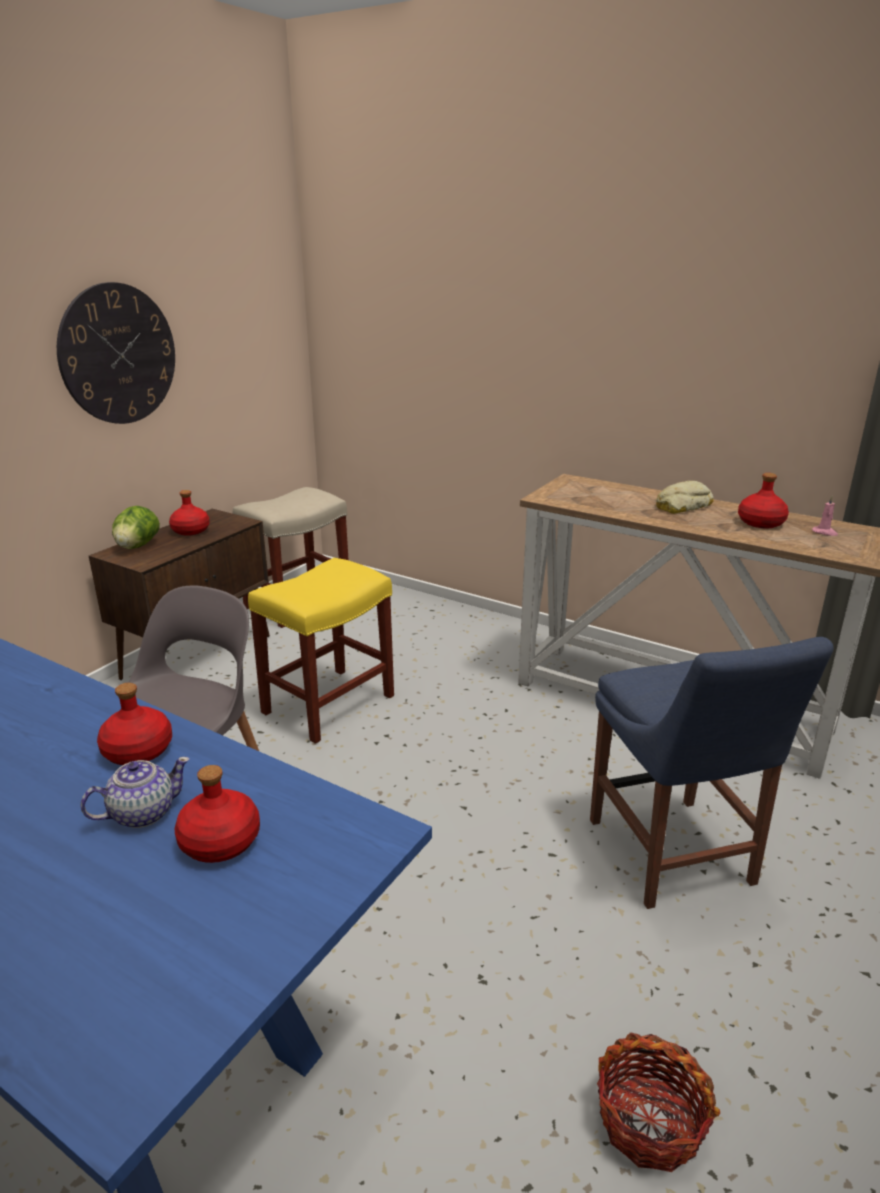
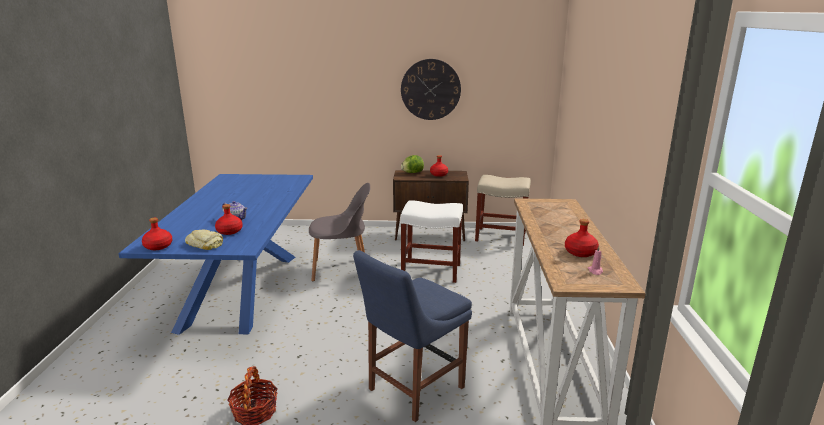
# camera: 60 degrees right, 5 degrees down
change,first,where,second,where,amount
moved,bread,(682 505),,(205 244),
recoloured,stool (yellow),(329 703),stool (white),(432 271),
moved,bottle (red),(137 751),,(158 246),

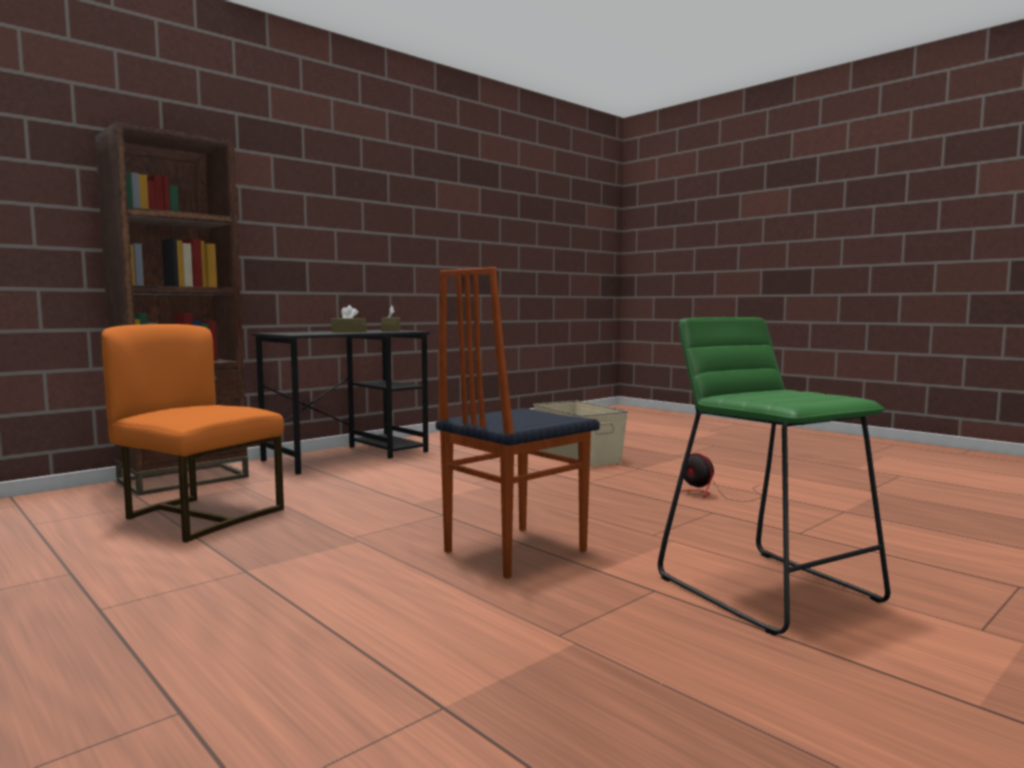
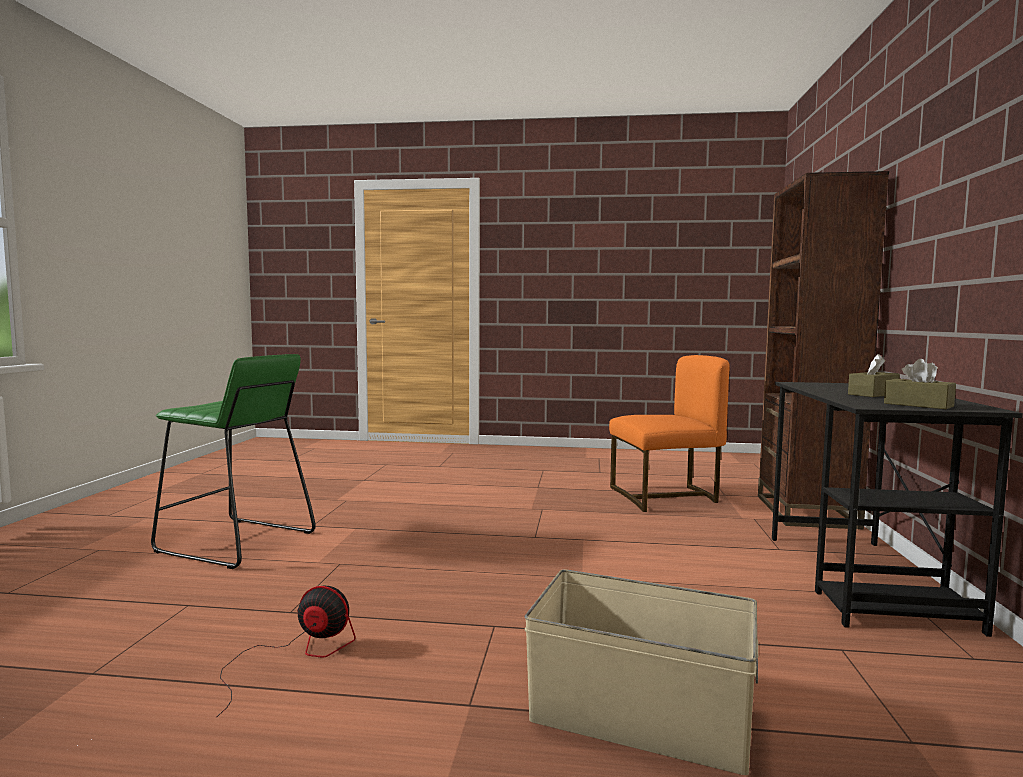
# camera: 140 degrees right, 0 degrees up
change,first,where,second,where,amount
removed,chair,(512 551),,,

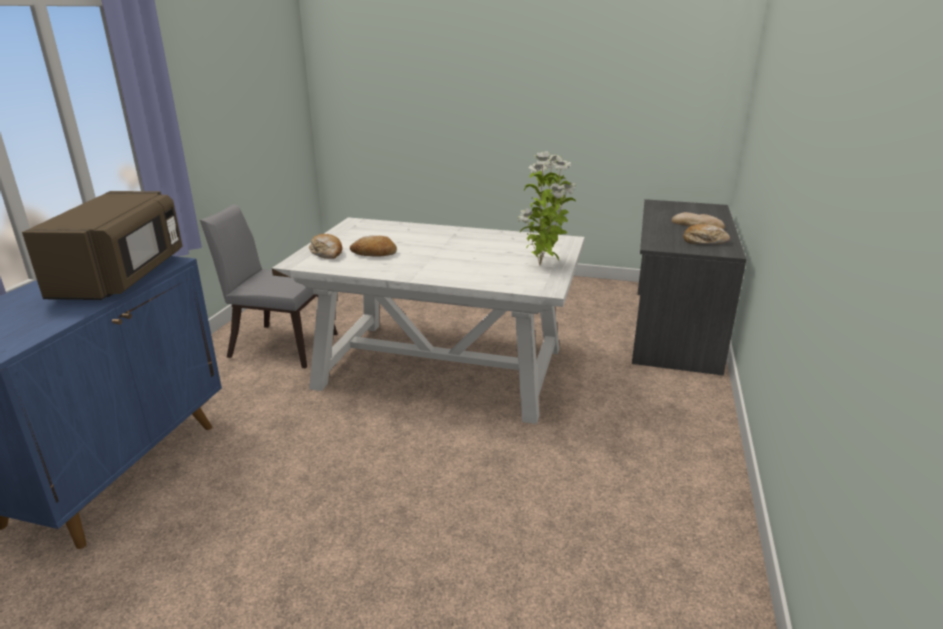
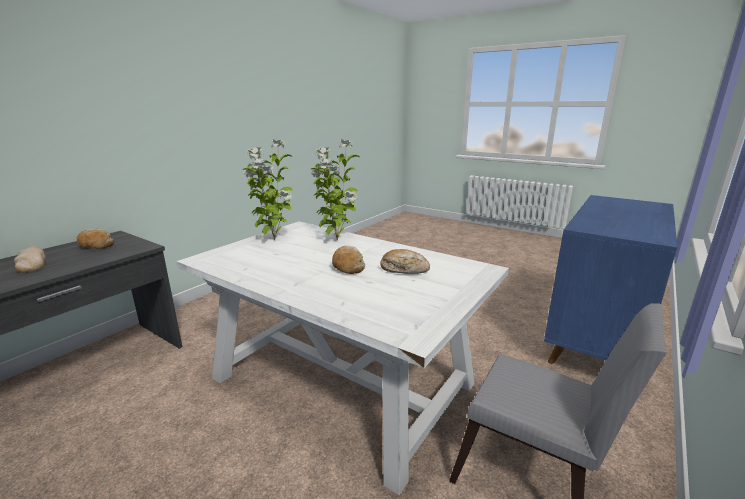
# camera: 160 degrees left, 5 degrees down
change,first,where,second,where,amount
removed,microwave (brown),(122 277),,,
moved,bread,(327 253),,(348 266),
added,,,potted plant,(335 240),

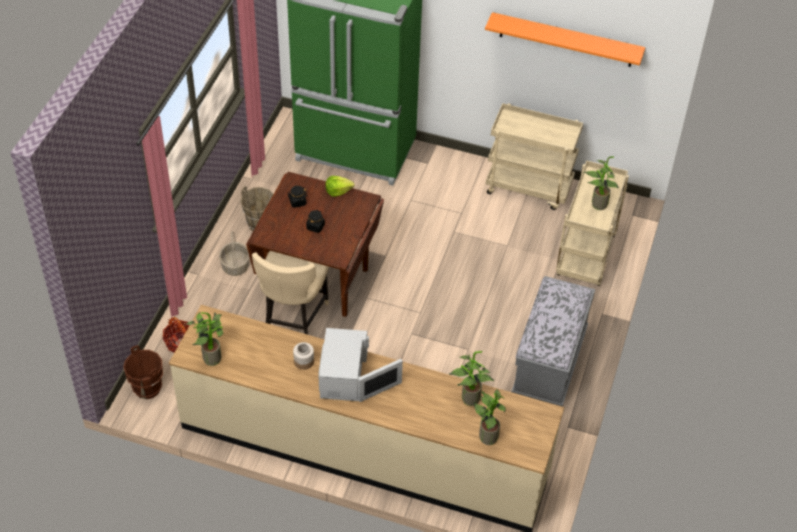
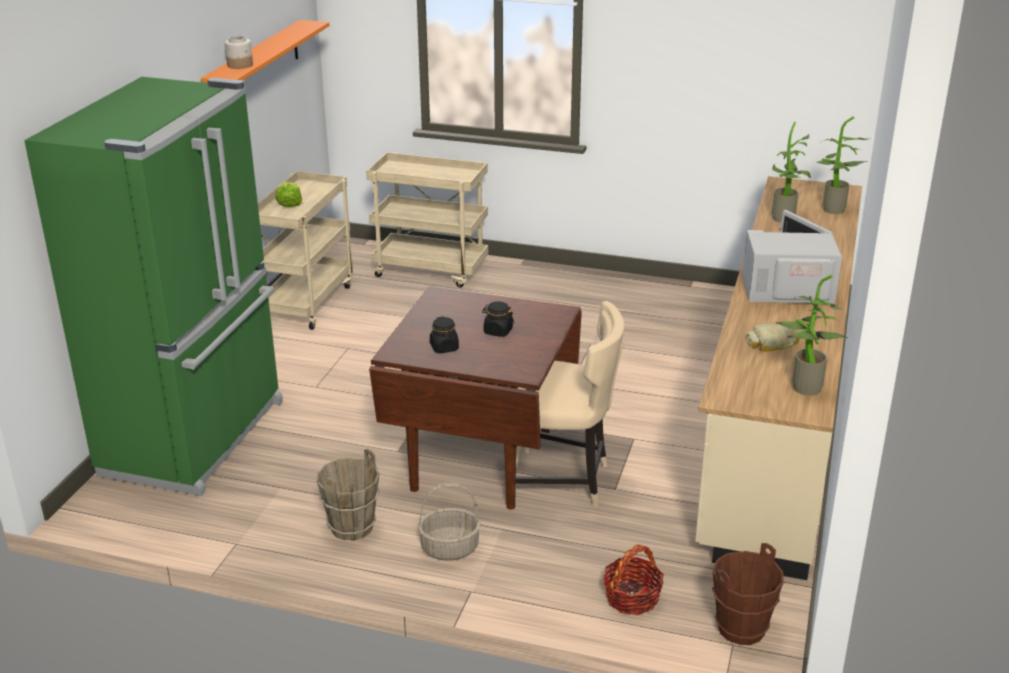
# camera: 90 degrees left, 20 degrees down
change,first,where,second,where,amount
removed,potted plant,(597 205),,,
moved,lettuce,(338 191),,(289 203),
removed,bench (grey),(549 362),,,
moved,jar,(304 362),,(240 65),
added,,,bread,(772 343),

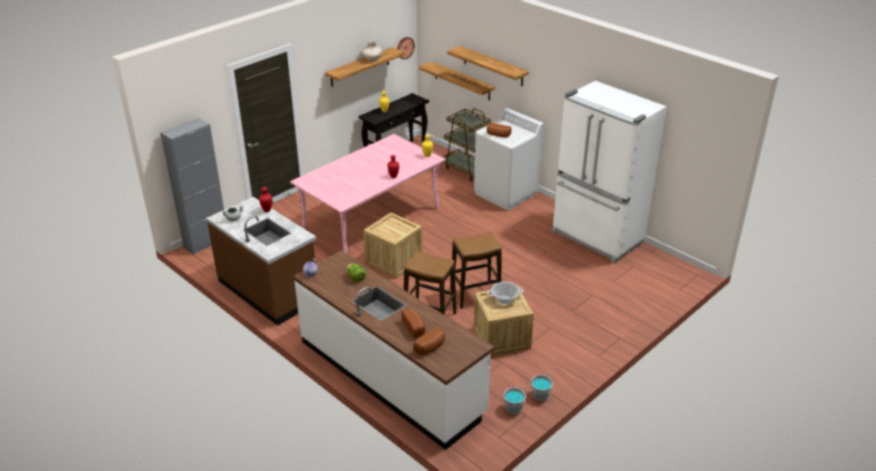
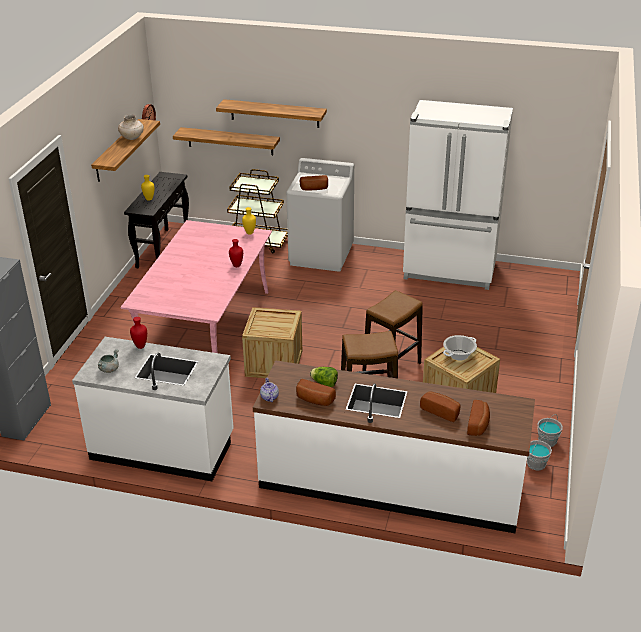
# camera: 30 degrees left, 0 degrees up
change,first,where,second,where,amount
recoloured,counter (brown),(269 290),counter (white),(163 446),
added,,,bread,(314 400),

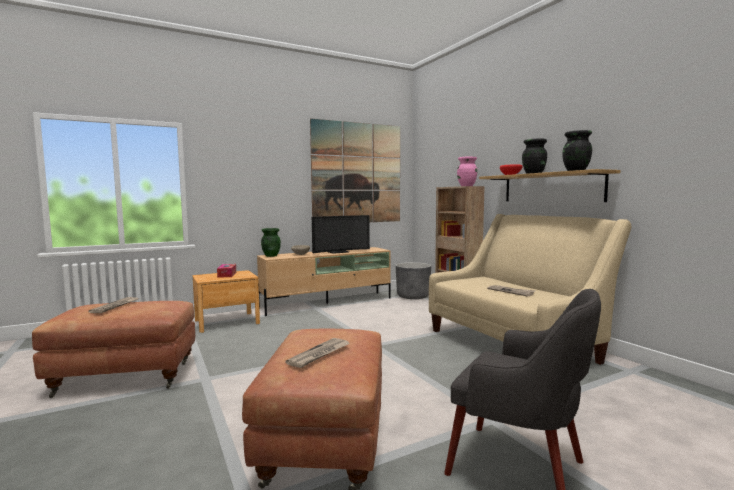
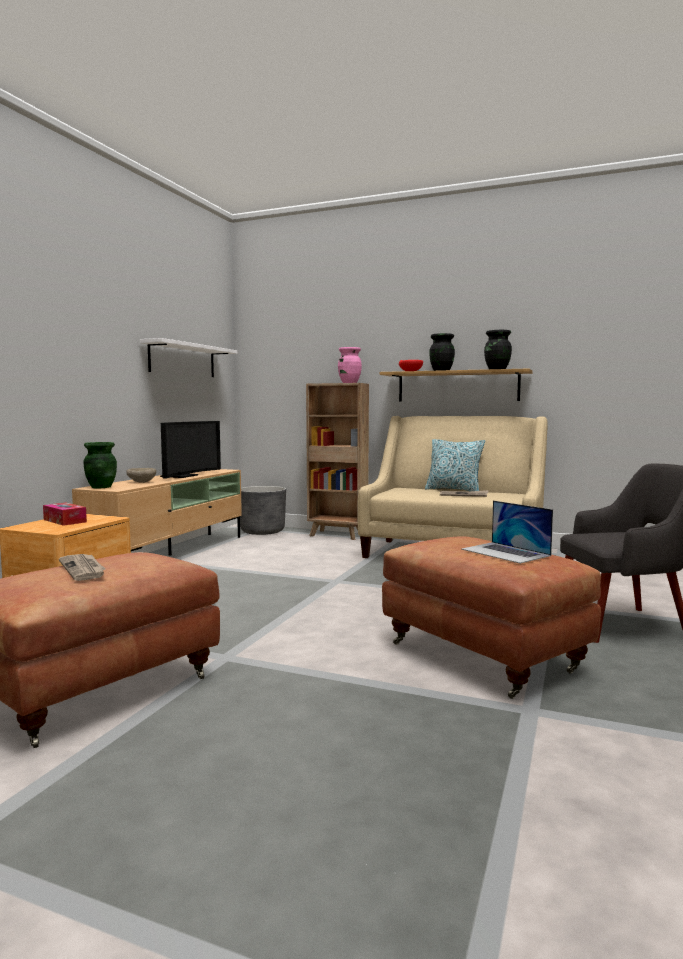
# camera: 40 degrees left, 0 degrees up
change,first,where,second,where,amount
replaced,picture,(357 173),shelf (white),(182 360),
replaced,newspaper,(319 354),laptop,(505 552),
added,,,pillow,(454 490),

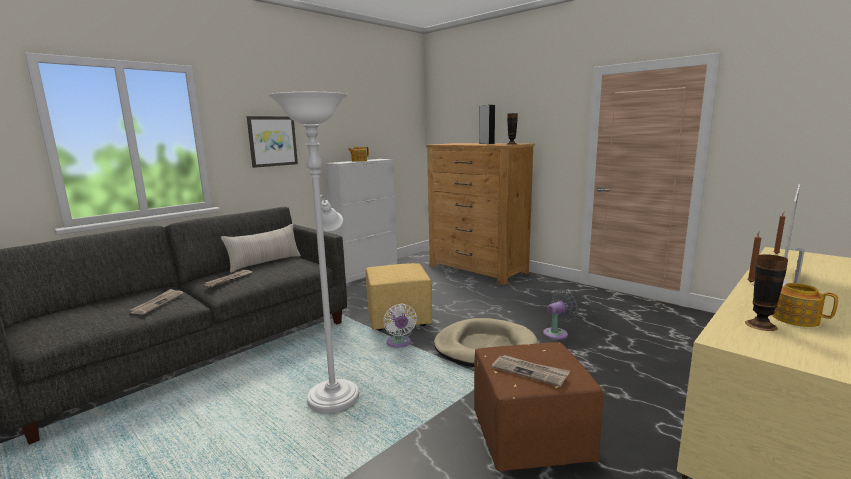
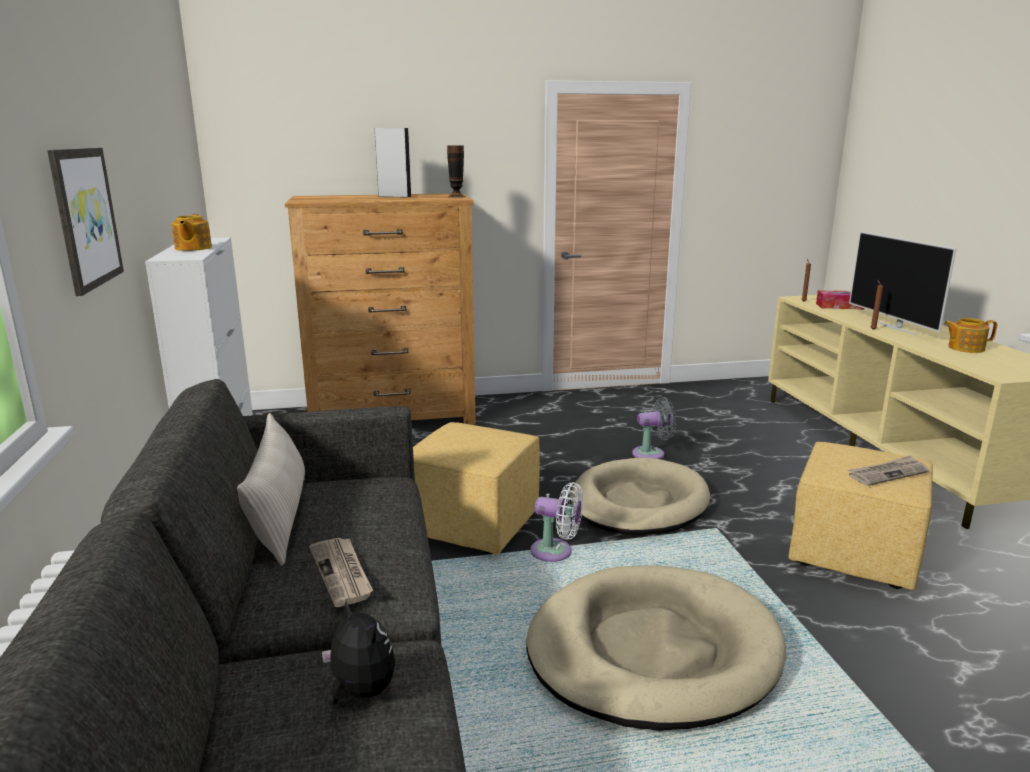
# camera: 55 degrees left, 5 degrees up
change,first,where,second,where,amount
replaced,floor lamp (white),(334 393),dog bed (beige),(652 651),
removed,vase,(761 325),,,
replaced,newspaper,(158 303),plush toy,(360 691),
turned,fan (grey),(557 333),,(652 454),75 degrees clockwise
recoloured,ottoman (brown),(530 438),ottoman (yellow),(851 554),
added,,,tissue box,(839 306),

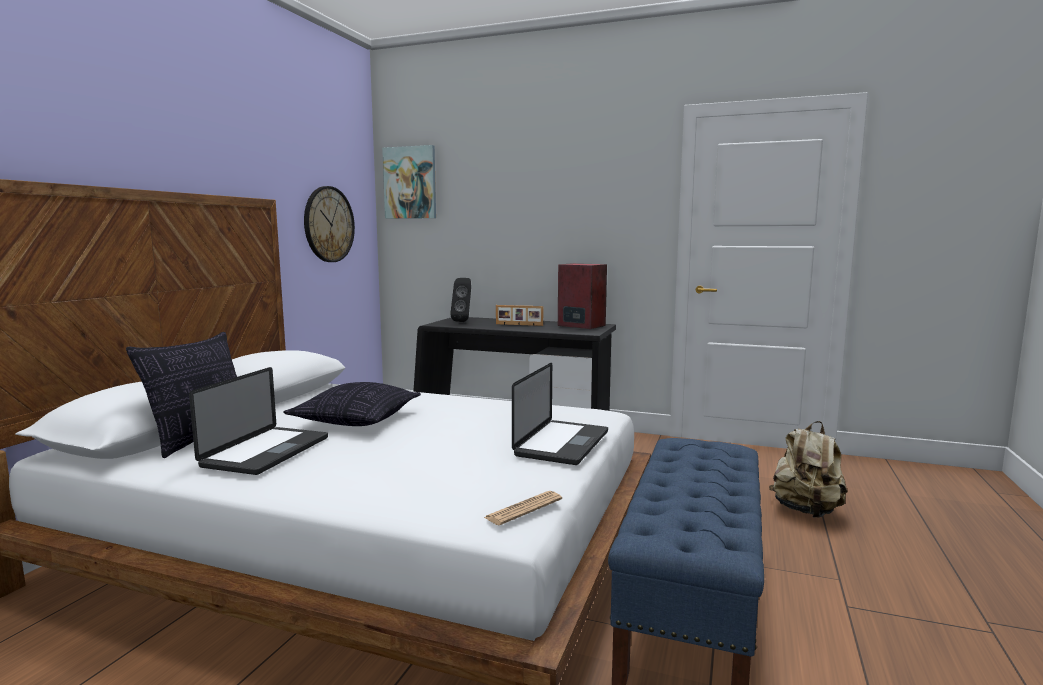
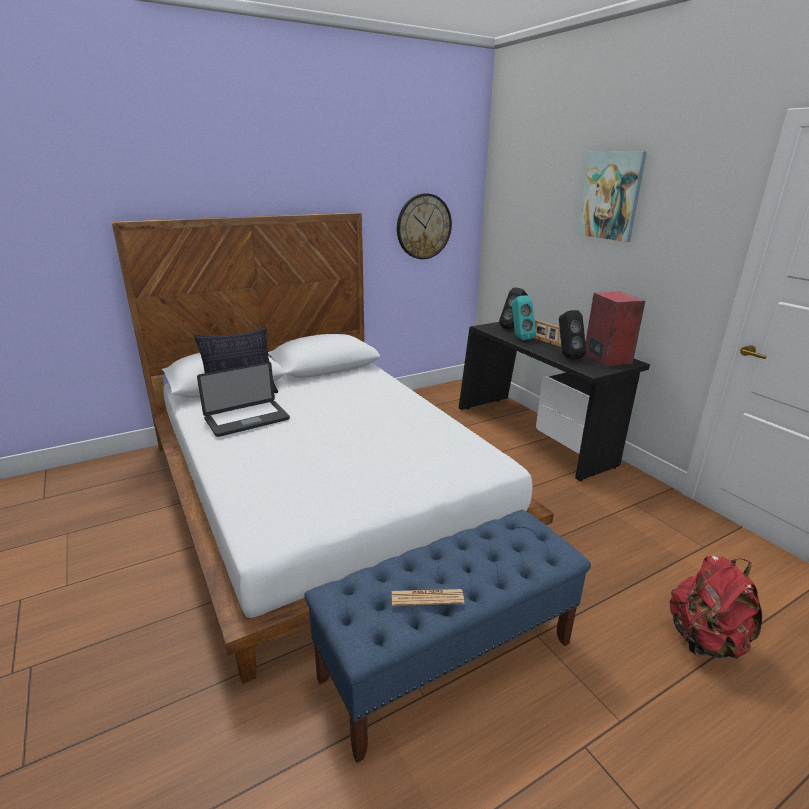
# camera: 40 degrees right, 15 degrees up
change,first,where,second,where,amount
moved,picture,(410 183),,(611 196),
removed,laptop,(562 443),,,
removed,pillow,(357 420),,,
recoloured,backpack (beige),(806 511),backpack (red),(704 640),
moved,newspaper,(524 509),,(427 598),
added,,,speaker (turquoise),(519 338),
added,,,speaker (black),(566 356),

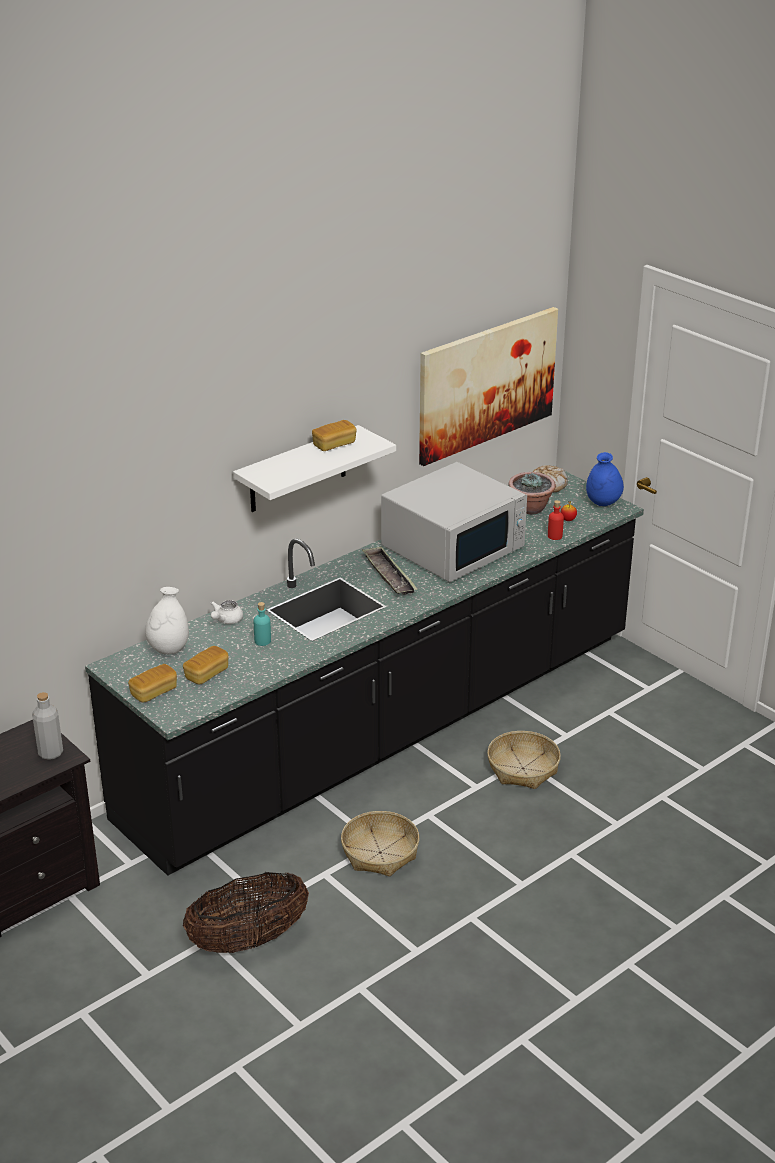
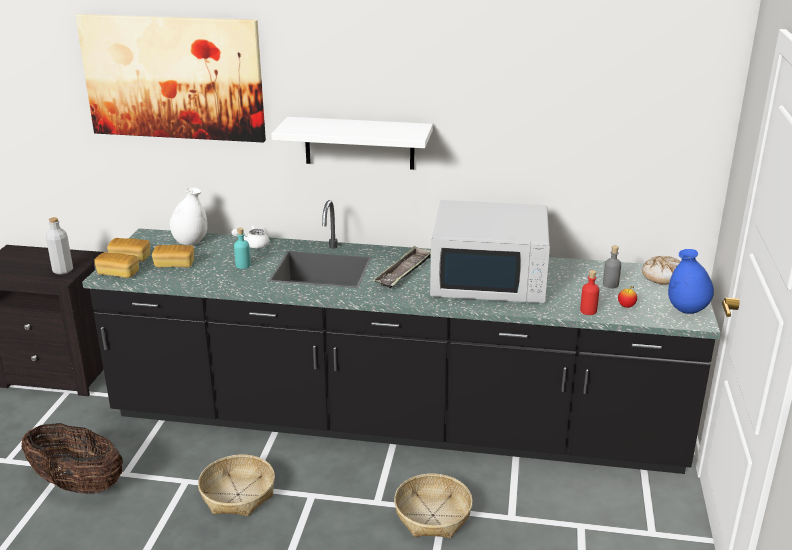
# camera: 50 degrees right, 5 degrees down
change,first,where,second,where,amount
moved,picture,(487 384),,(173 78),
moved,bread,(334 444),,(118 273),
replaced,potted plant,(530 508),bottle (grey),(610 284),

